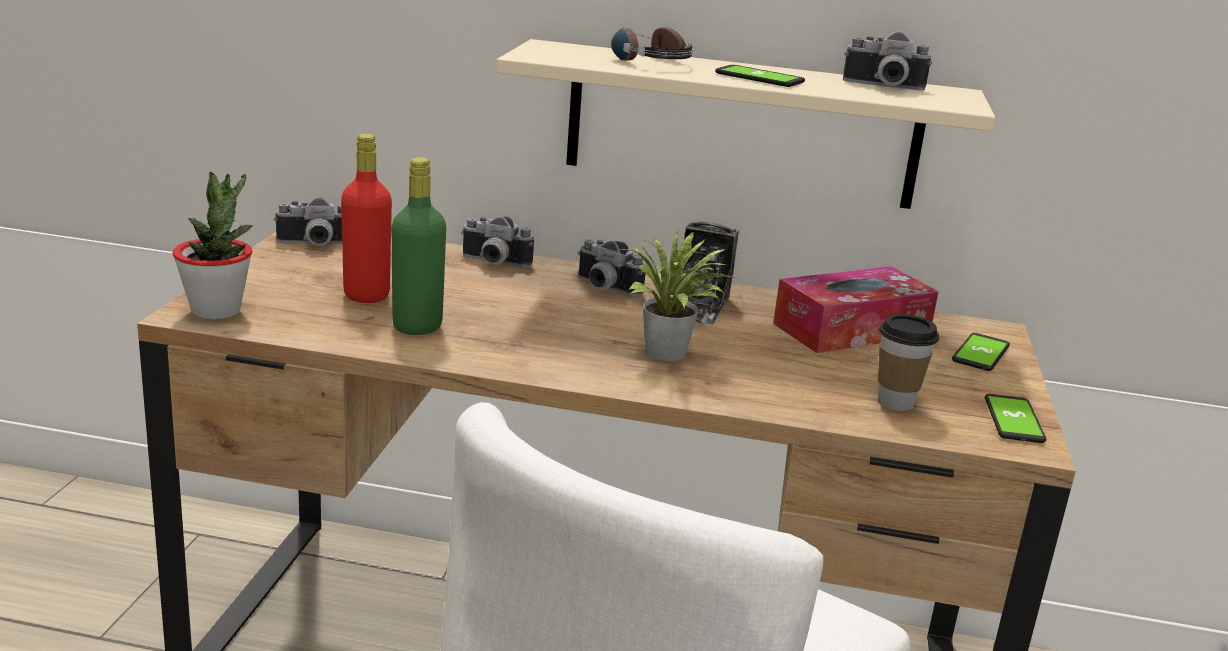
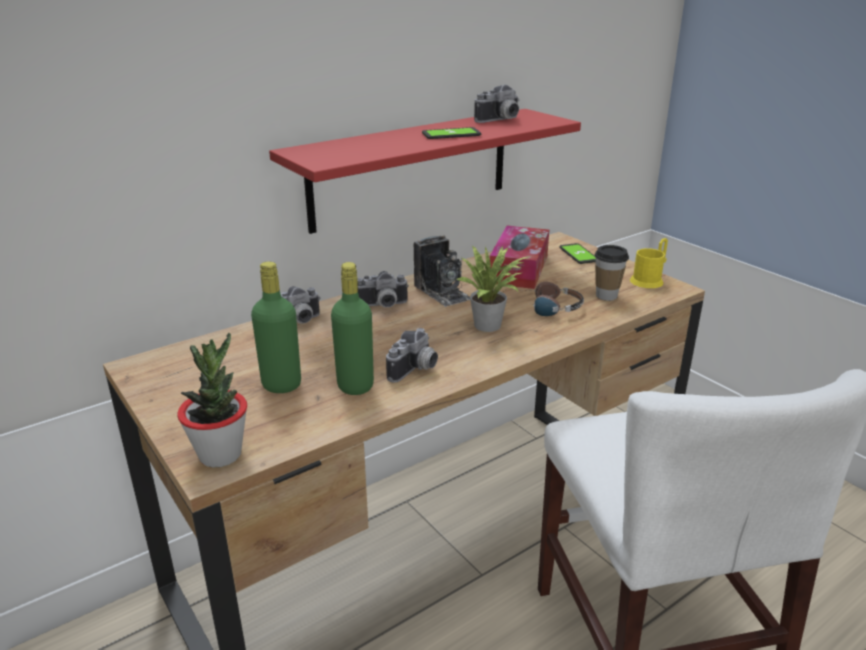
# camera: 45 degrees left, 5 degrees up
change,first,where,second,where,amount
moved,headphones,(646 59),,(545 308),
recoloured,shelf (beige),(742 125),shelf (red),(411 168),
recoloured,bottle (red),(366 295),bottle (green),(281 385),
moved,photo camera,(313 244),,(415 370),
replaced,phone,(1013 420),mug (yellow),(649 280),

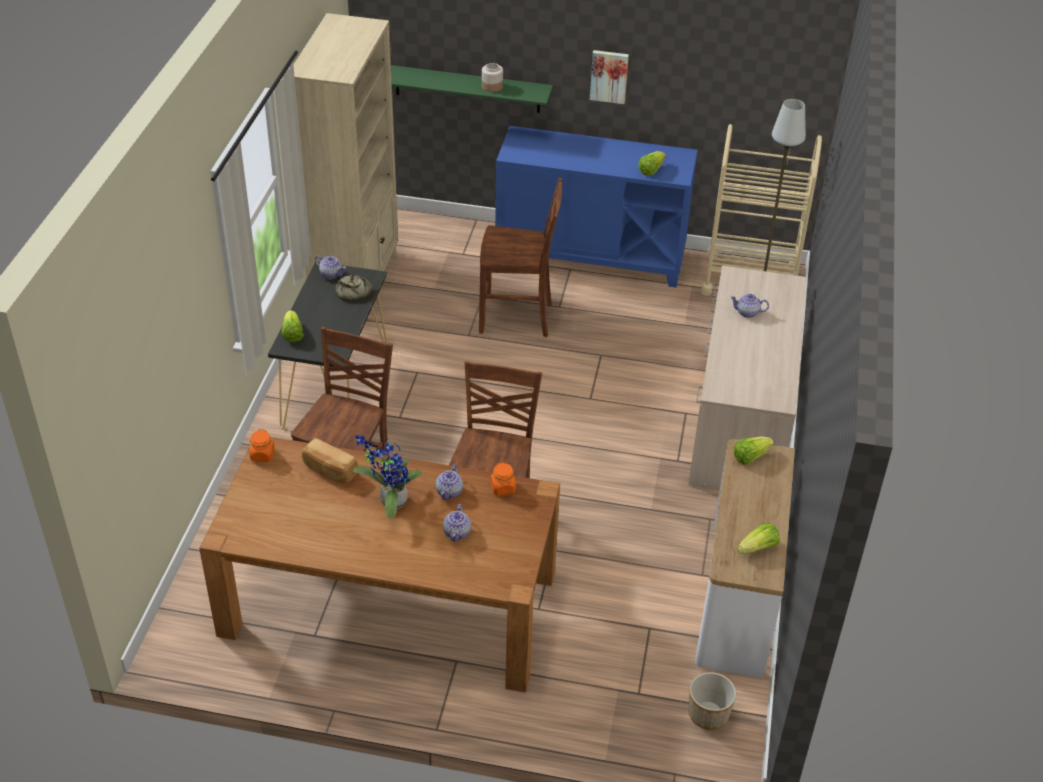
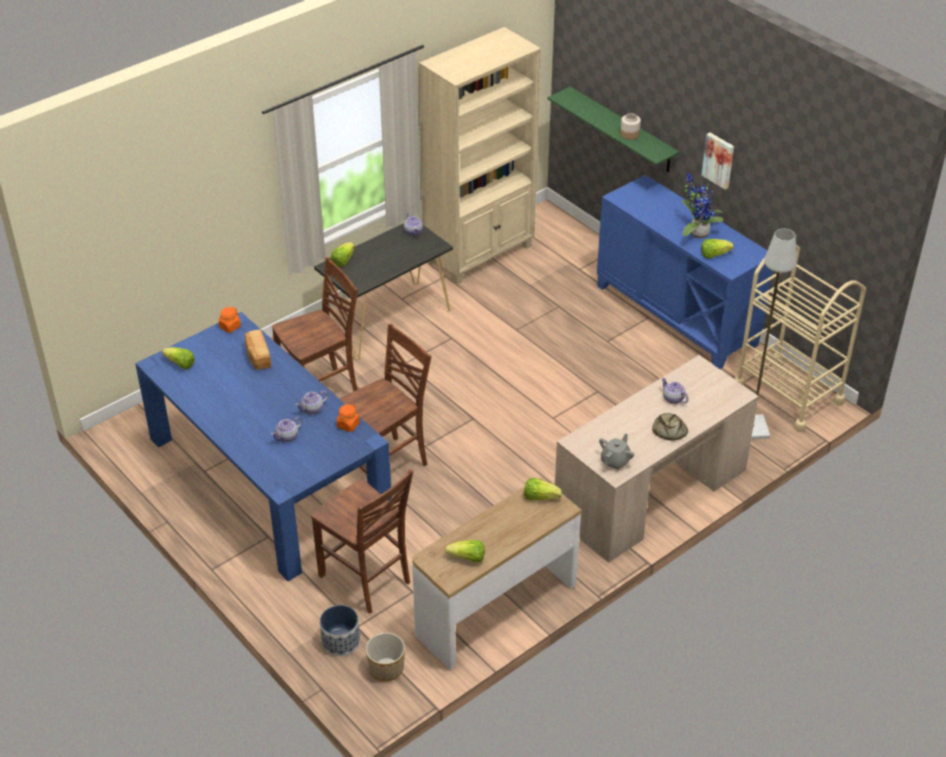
# camera: 40 degrees right, 0 degrees up
change,first,where,second,where,amount
moved,chair (brown),(517 318),,(366 580),
moved,bread,(353 292),,(668 431),
moved,potted plant,(390 501),,(697 233),
recoloured,dining table (brown),(389 603),dining table (blue),(268 478),
added,,,lettuce,(180 364),
added,,,teapot (grey),(615 461),
added,,,planter,(340 641),

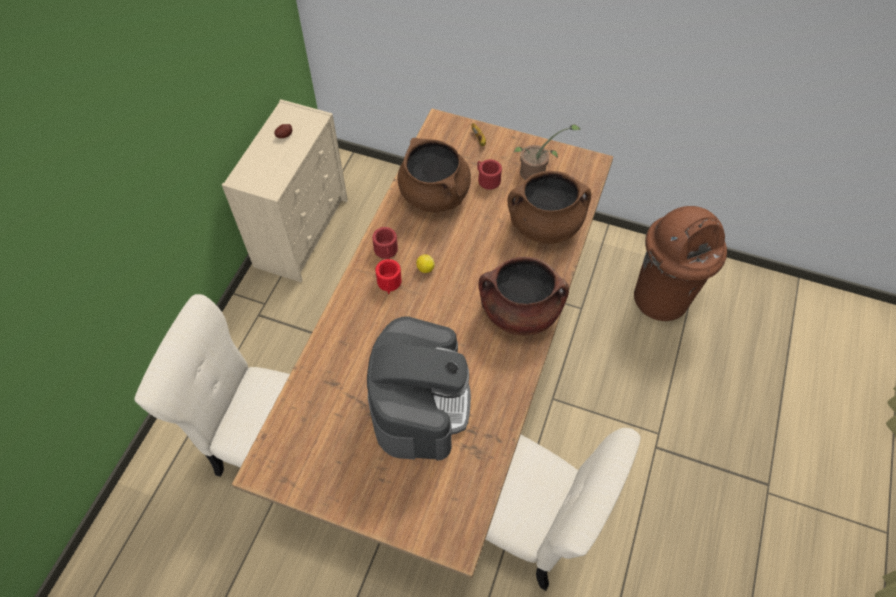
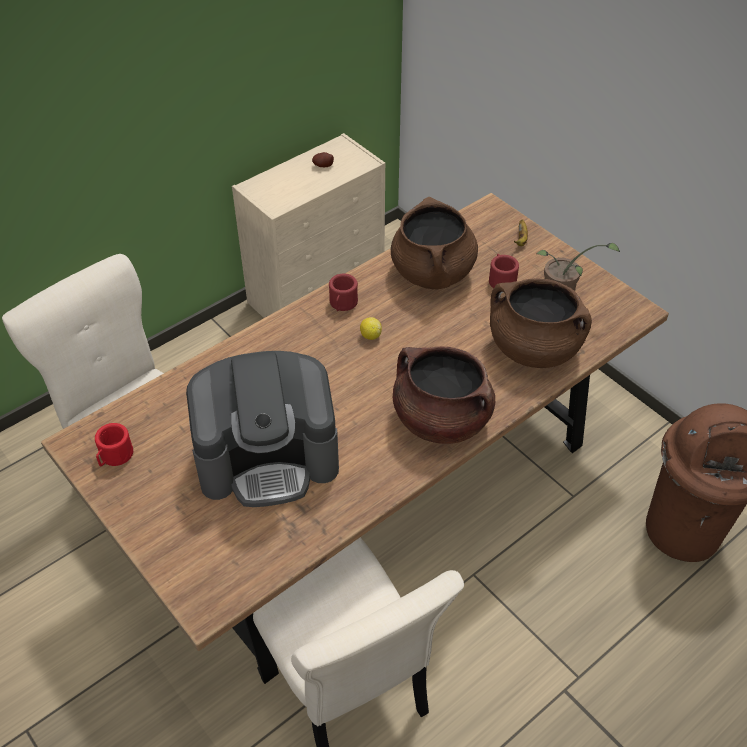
# camera: 30 degrees right, 10 degrees down
change,first,where,second,where,amount
moved,mug (red),(389 284),,(114 456),
turned,coffee machine,(419 404),,(268 457),45 degrees clockwise

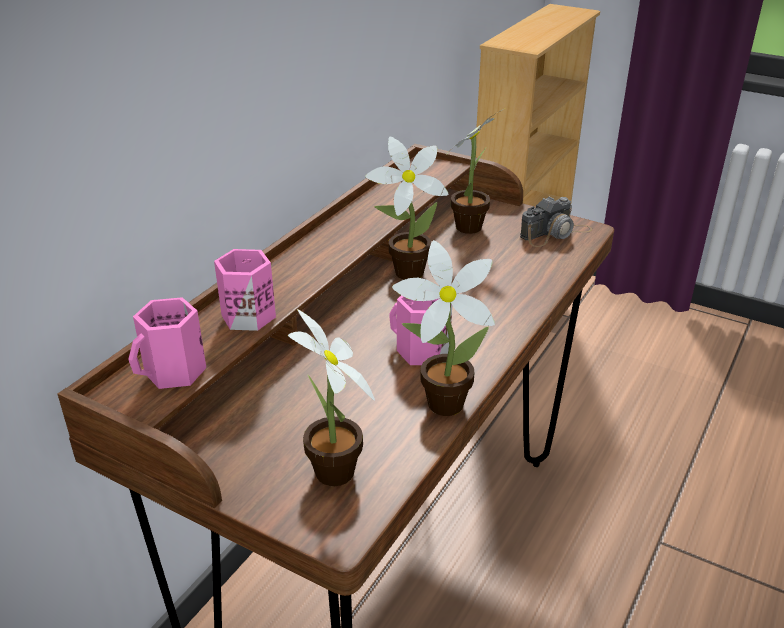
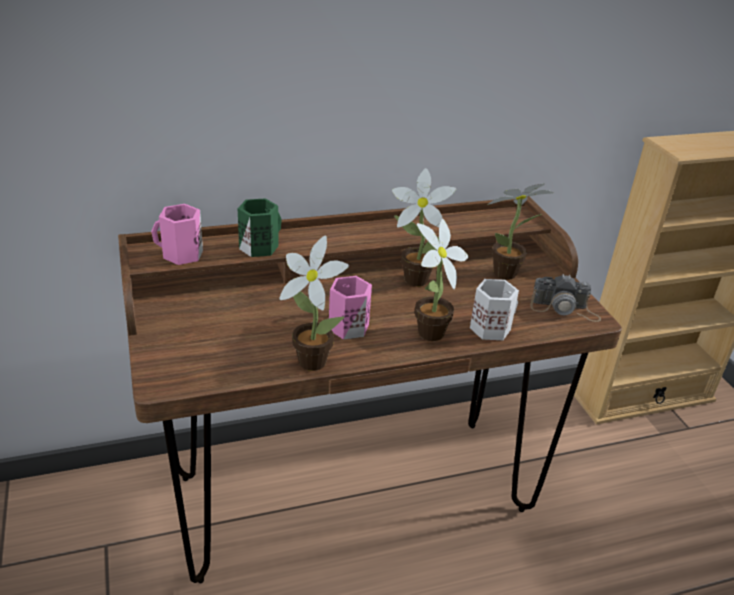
# camera: 40 degrees right, 0 degrees up
change,first,where,second,where,amount
recoloured,mug (pink),(247 314),mug (green),(259 246),
moved,potted plant,(333 477),,(427 335),
added,,,mug (white),(490 327),

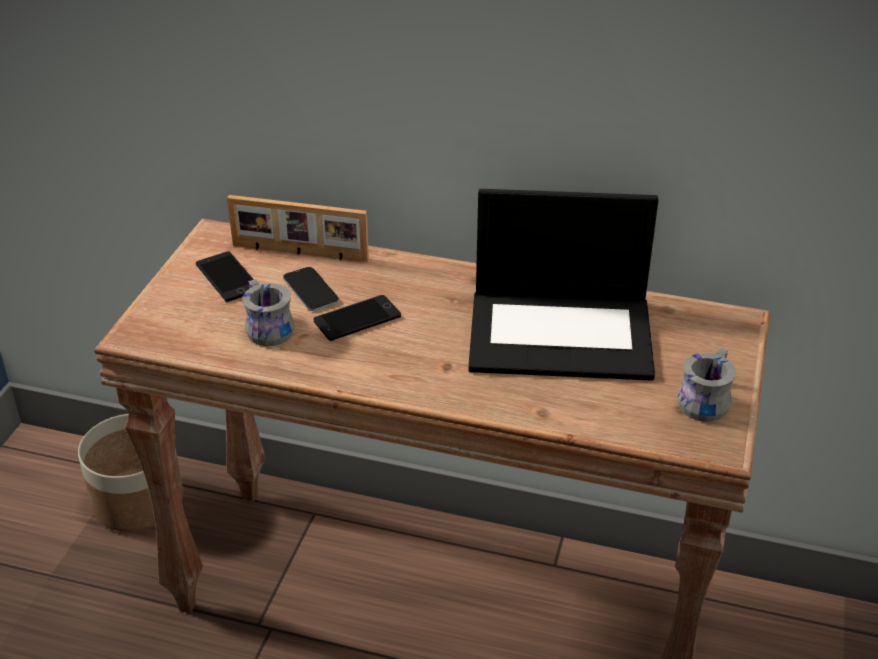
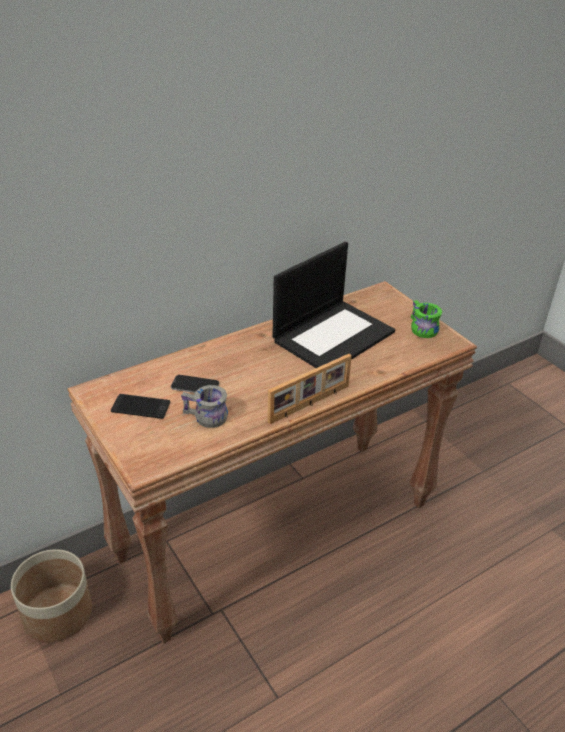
# camera: 50 degrees left, 0 degrees up
change,first,where,second,where,amount
moved,picture frame,(299 253),,(310 404),
removed,phone,(357 319),,,
recoloured,mug (grey),(702 399),mug (green),(420 328),

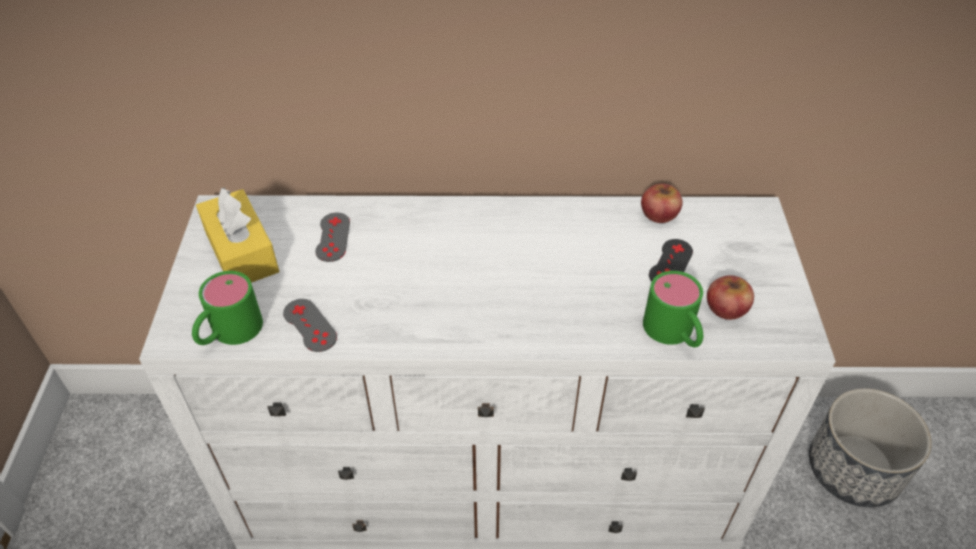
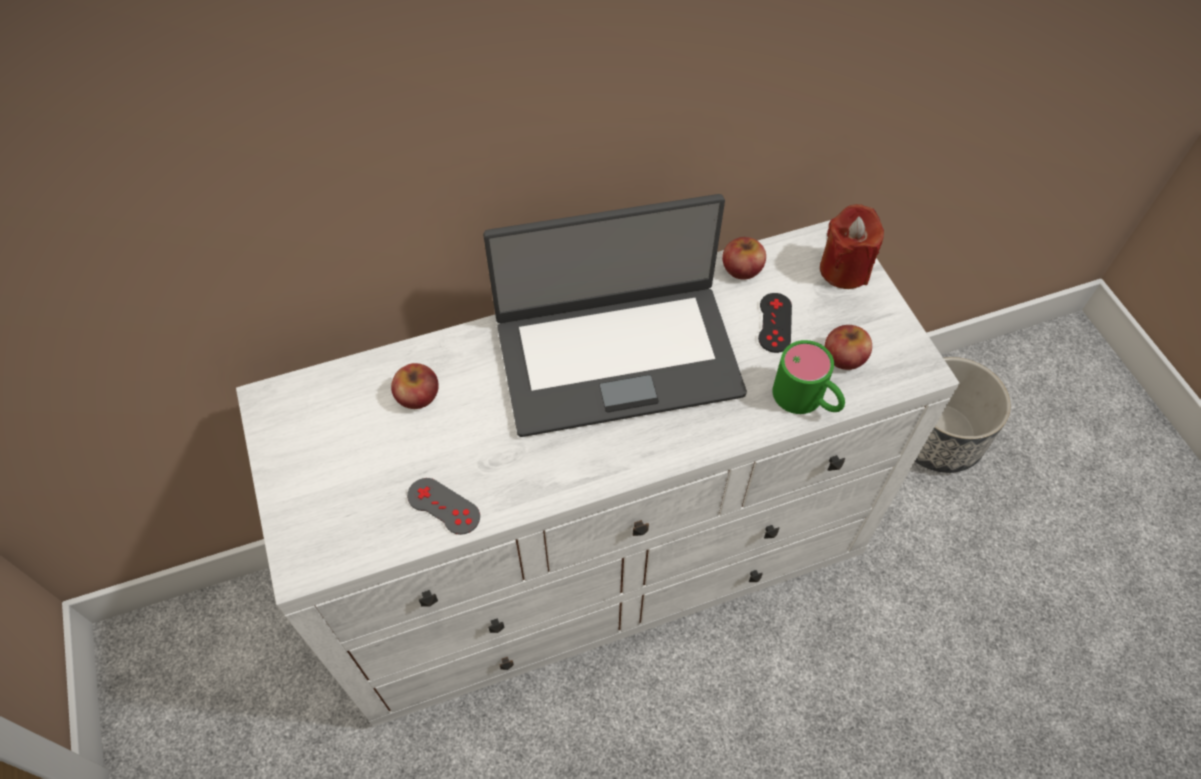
# camera: 20 degrees left, 10 degrees up
change,first,where,second,where,amount
removed,tissue box (yellow),(241 252),,,
replaced,game controller (grey),(333 237),apple,(417 395),
removed,mug (green),(228 333),,,
added,,,laptop,(617 356),
added,,,candle (red),(844 269),

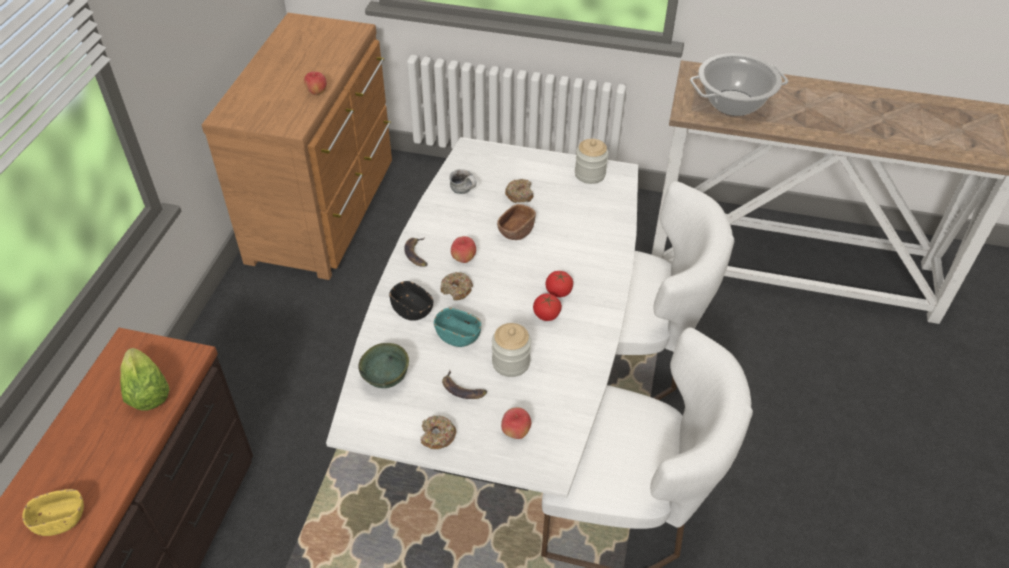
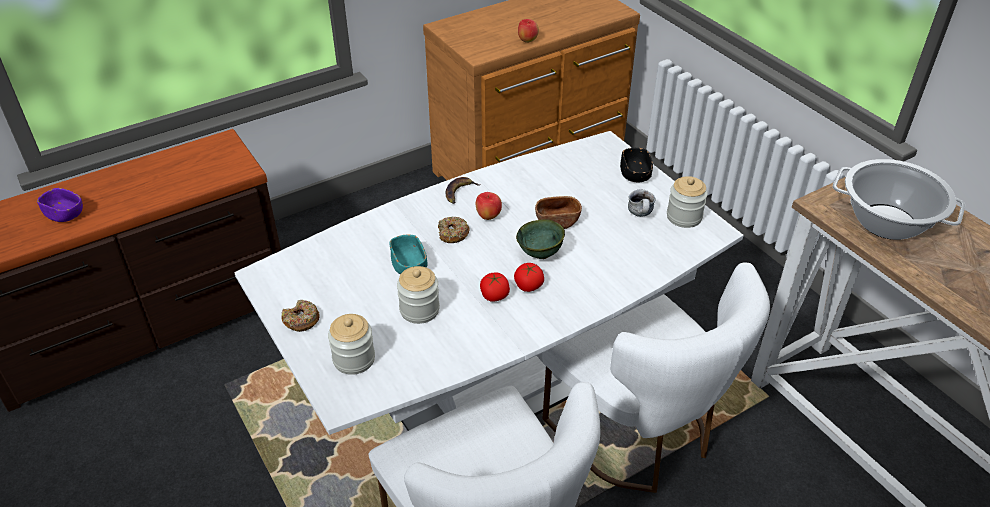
# camera: 45 degrees right, 5 degrees down
change,first,where,second,where,amount
moved,mug,(464 191),,(641 215),
removed,donut,(519 195),,,
moved,bowl (black),(412 310),,(635 175),
moved,bowl (green),(387 380),,(540 254),
removed,lettuce,(147 393),,,
removed,banana,(463 389),,,
replaced,apple,(515 432),jar,(354 359),
recoloured,bowl (yellow),(60 520),bowl (purple),(65 214),

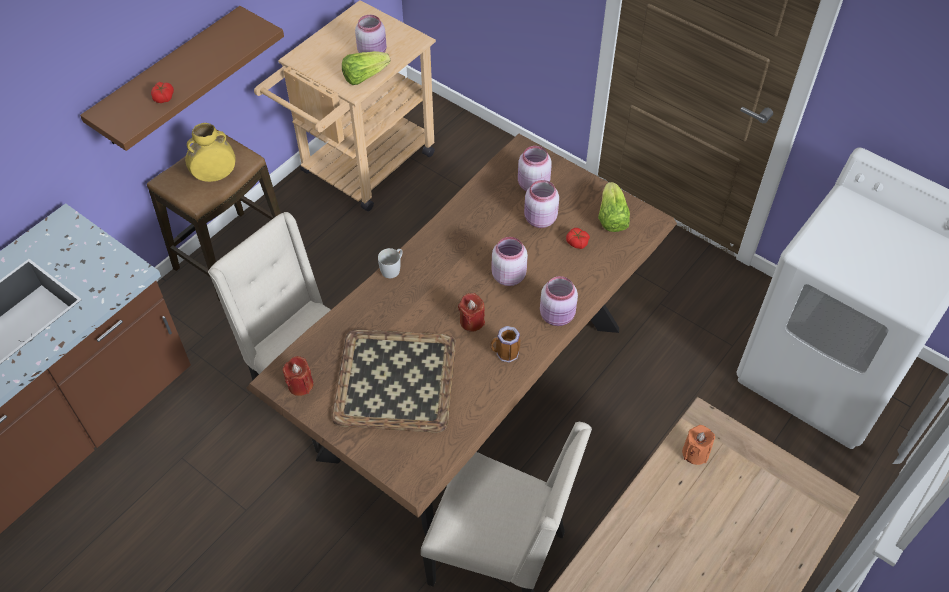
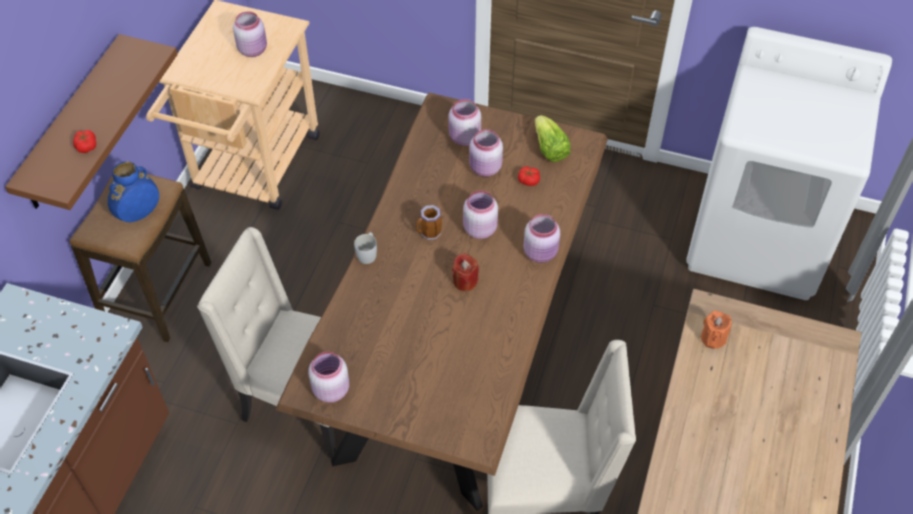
# camera: 20 degrees left, 0 degrees up
change,first,where,second,where,amount
removed,lettuce,(364 76),,,
recoloured,vase (yellow),(215 176),vase (blue),(139 214),
moved,mug,(505 355),,(429 234),
removed,tray,(396 379),,,
replaced,candle (red),(300 385),jar (pink),(330 389),

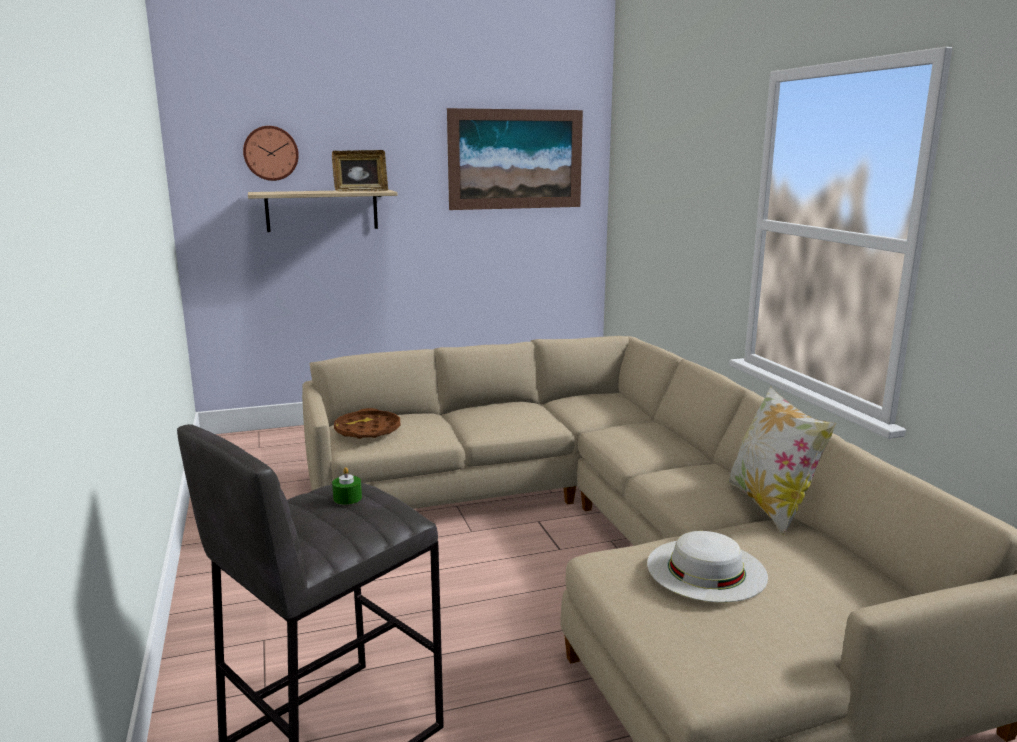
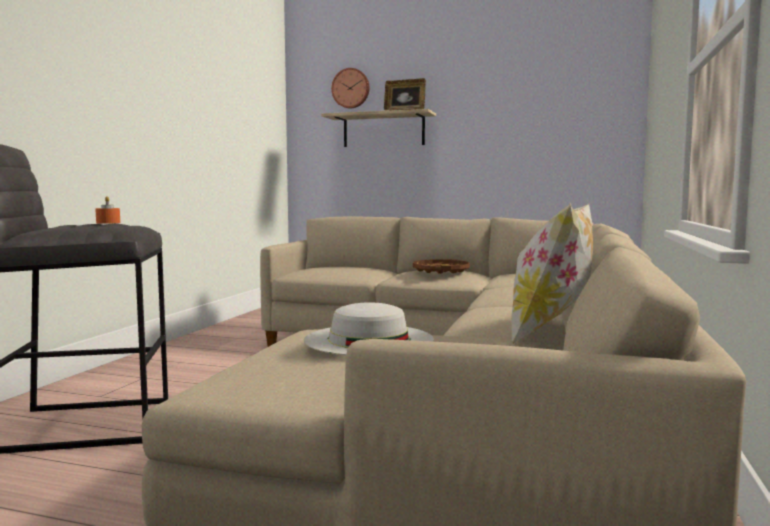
# camera: 35 degrees right, 10 degrees down
change,first,where,second,where,amount
removed,picture,(515 159),,,
moved,tray (brown),(367 430),,(440 271),
recoloured,candle (green),(347 498),candle (orange),(108 223),

